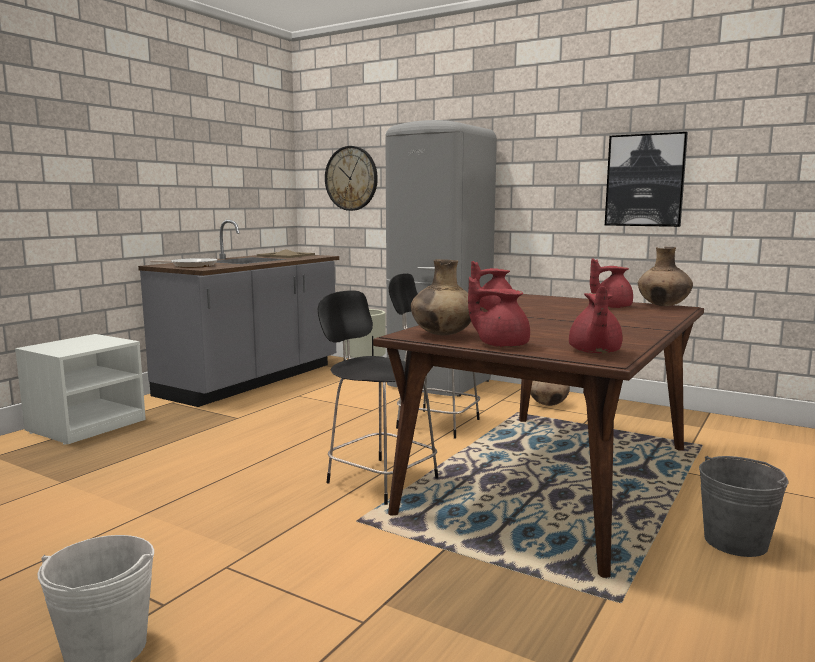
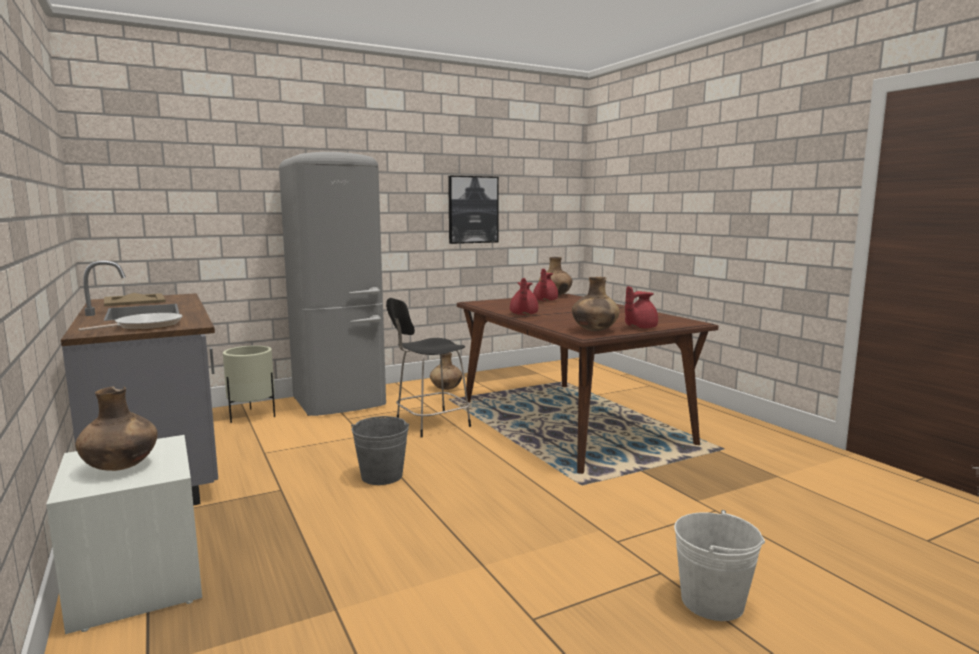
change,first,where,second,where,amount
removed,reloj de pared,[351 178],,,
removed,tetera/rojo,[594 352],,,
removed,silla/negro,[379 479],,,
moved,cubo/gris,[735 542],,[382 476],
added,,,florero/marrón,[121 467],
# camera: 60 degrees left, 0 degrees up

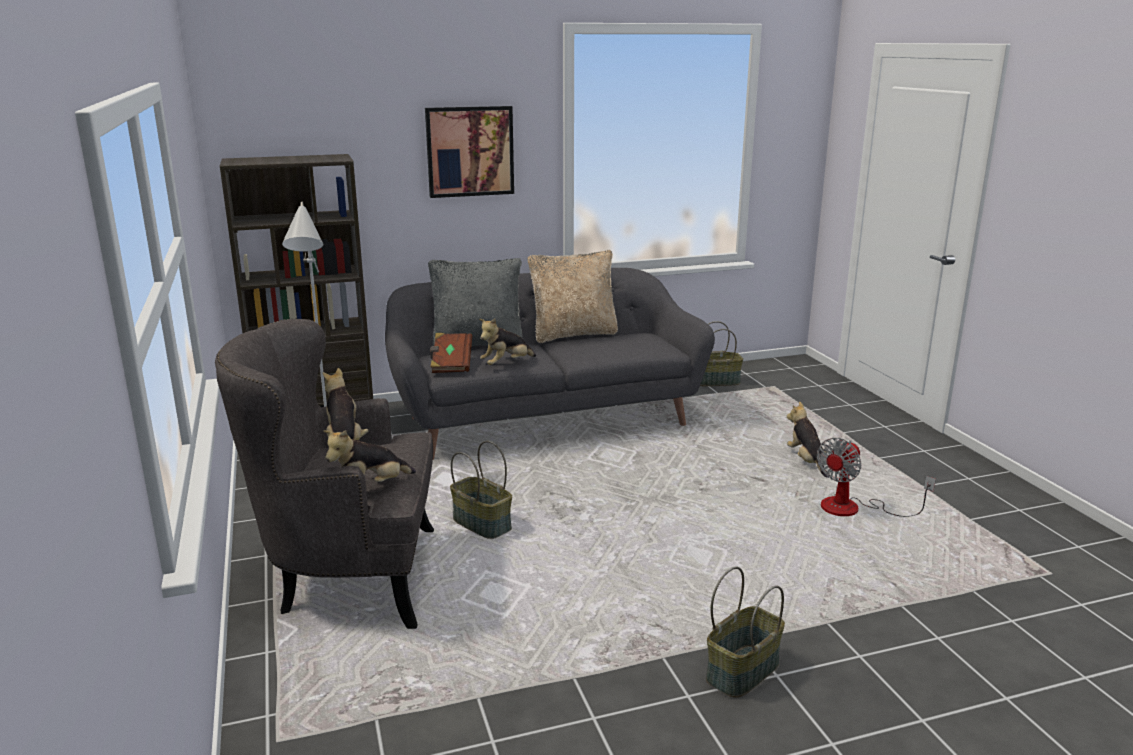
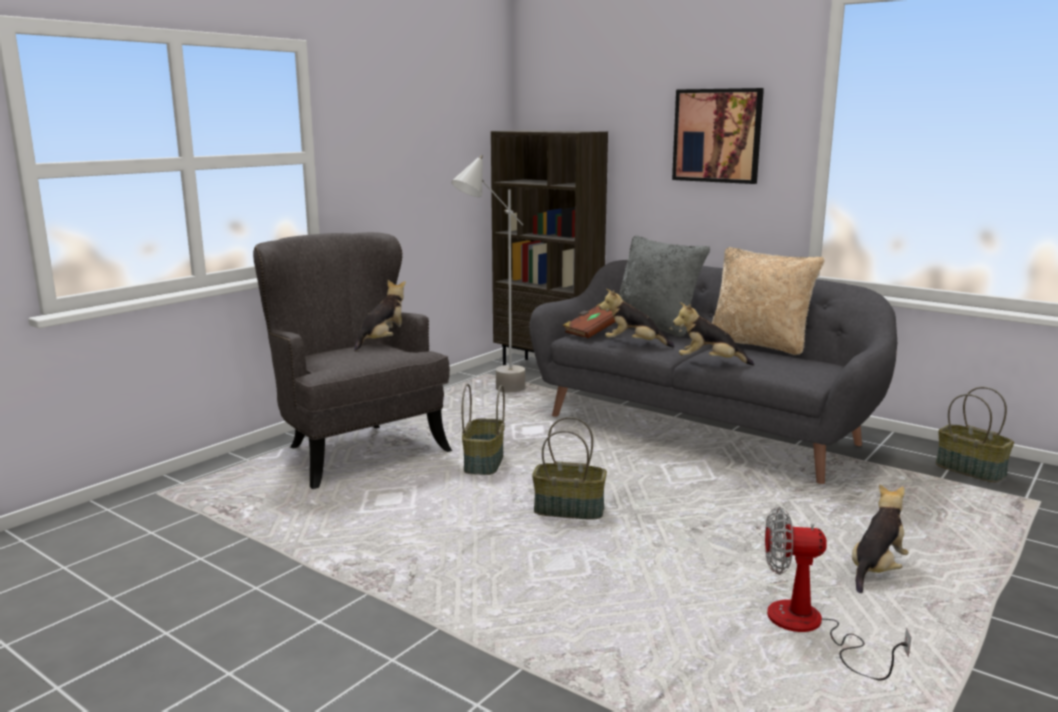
change,first,where,second,where,amount
moved,peluche,[370 489],,[709 362],
moved,cesta,[742 670],,[569 510],
# camera: 55 degrees right, 5 degrees down

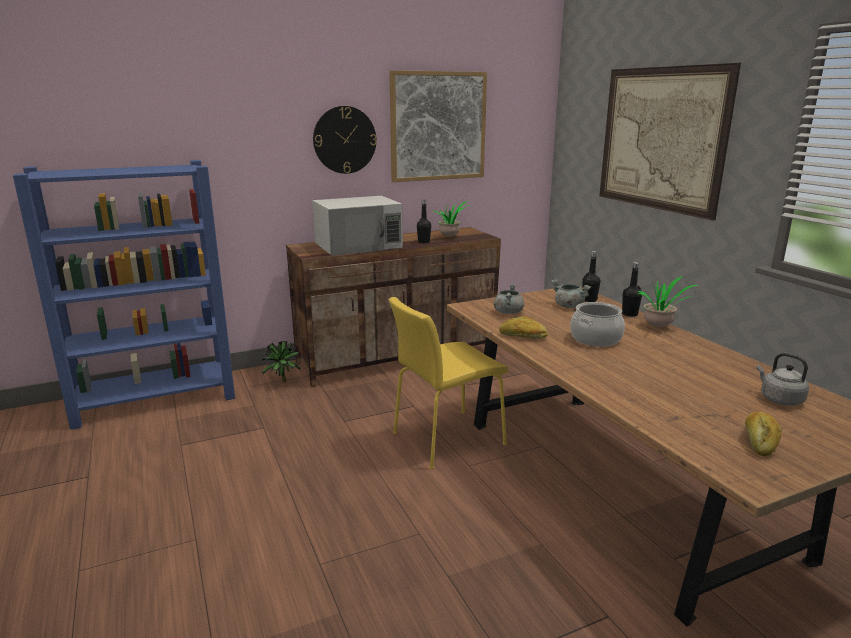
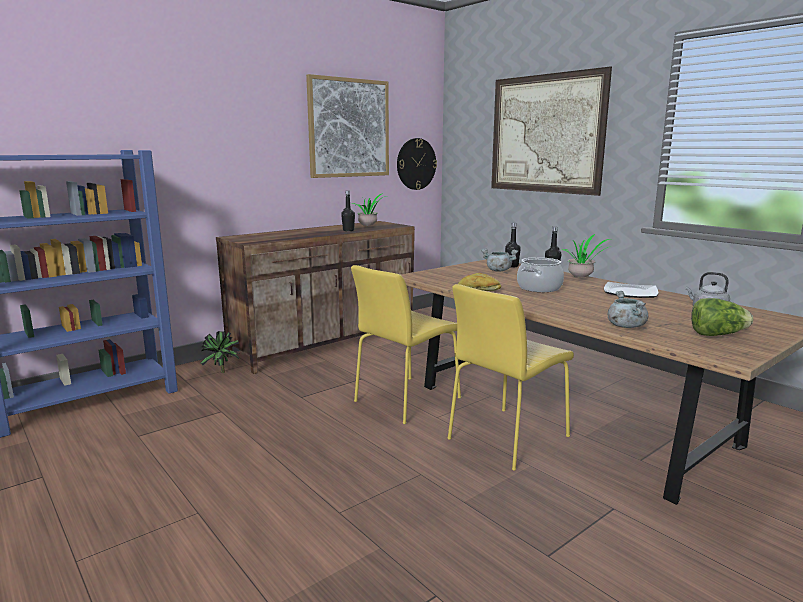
change,first,where,second,where,amount
moved,reloj de pared,[344 140],,[416 164],
removed,microondas/blanco,[359 245],,,
moved,olla/gris,[508 312],,[625 326],
replaced,pan,[760 441],lechuga,[717 335],
added,,,plato,[630 293],
added,,,silla/amarillo,[505 439],
# camera: 15 degrees left, 5 degrees down

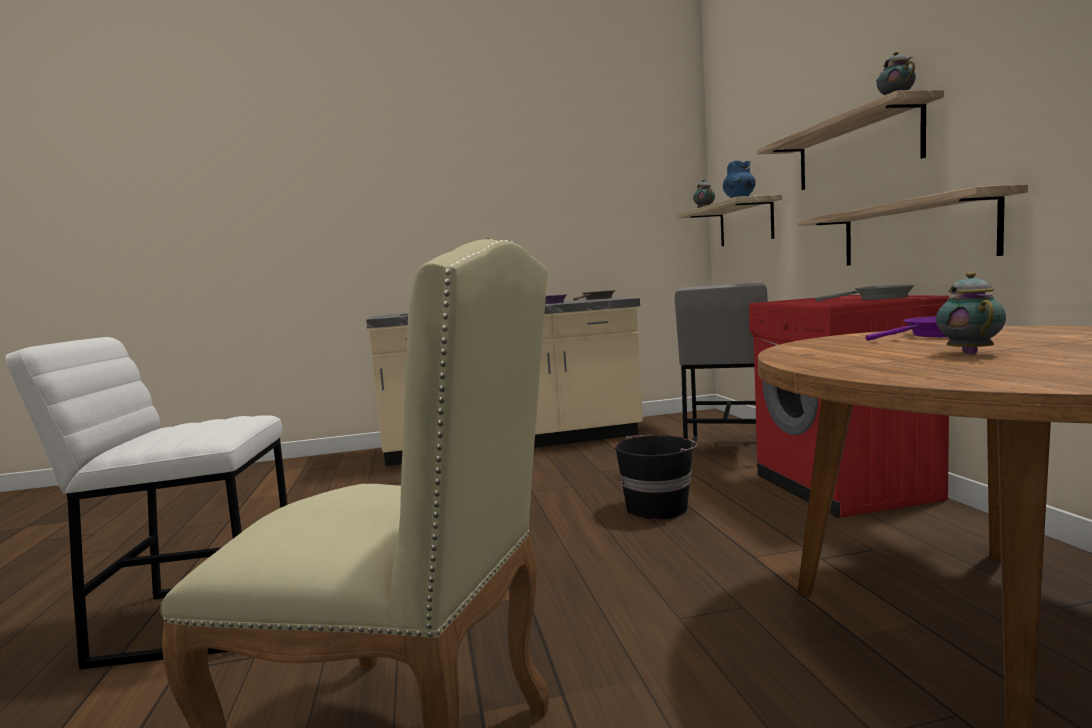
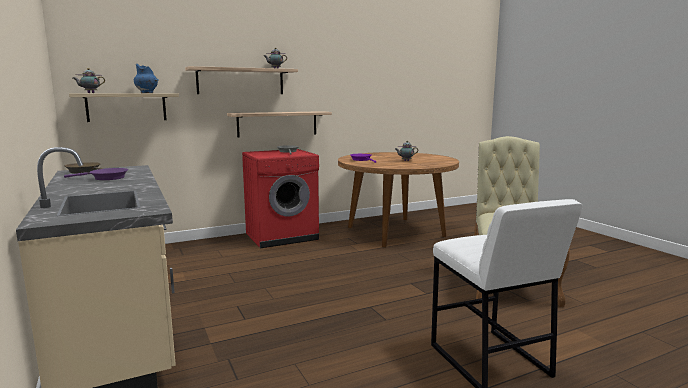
change,first,where,second,where,amount
removed,taburete/gris,[728 451],,,
removed,cubo/negro,[657 507],,,
# camera: 105 degrees left, 5 degrees up

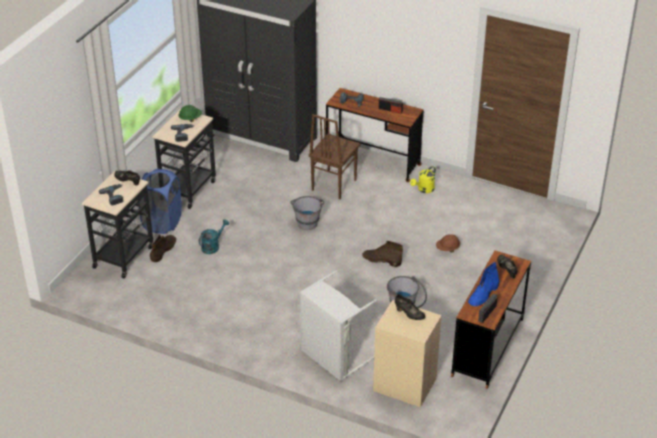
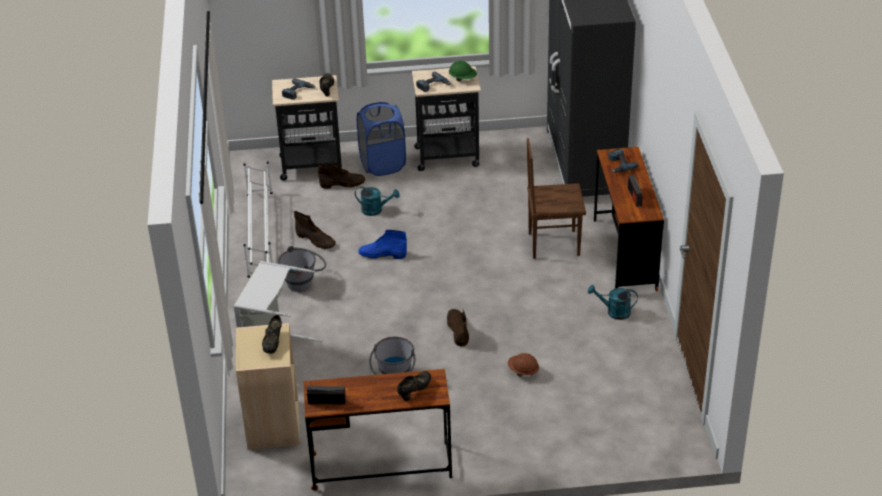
change,first,where,second,where,amount
recoloured,regadera/amarillo,[424 190],regadera/turquesa,[614 312],
moved,cubo/gris,[307 221],,[304 282],
moved,bota/azul,[483 295],,[382 254],
added,,,zapatero/blanco,[260 233],
added,,,bota/marrón,[316 240],
# camera: 60 degrees right, 0 degrees up

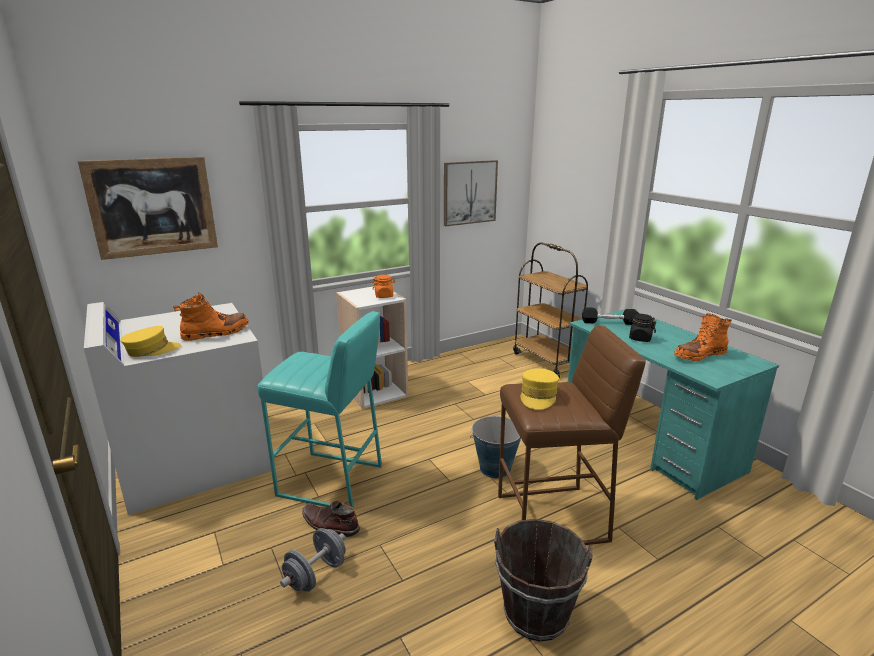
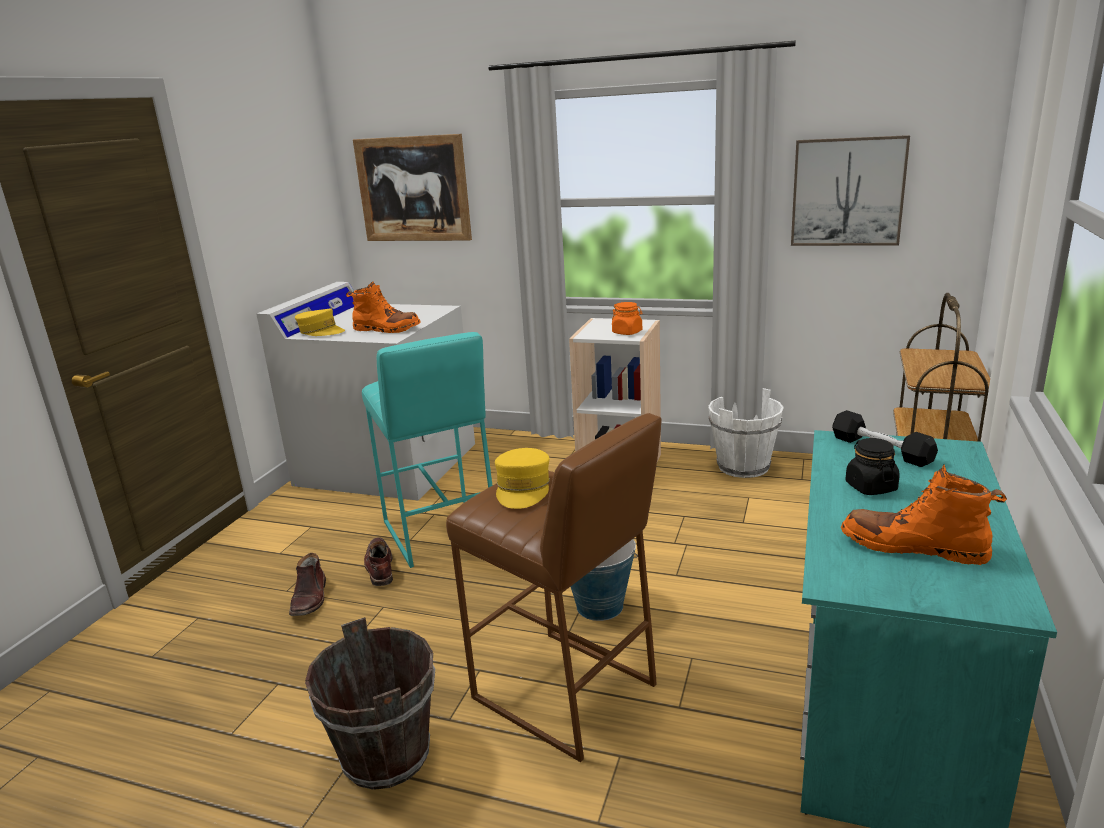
change,first,where,second,where,amount
turned,gorra/amarillo,[538 396],,[523 489],60 degrees counterclockwise
replaced,mancuerna/gris,[316 575],bota/marrón,[310 598],
added,,,cubo/blanco,[743 467],
# camera: 50 degrees right, 0 degrees up

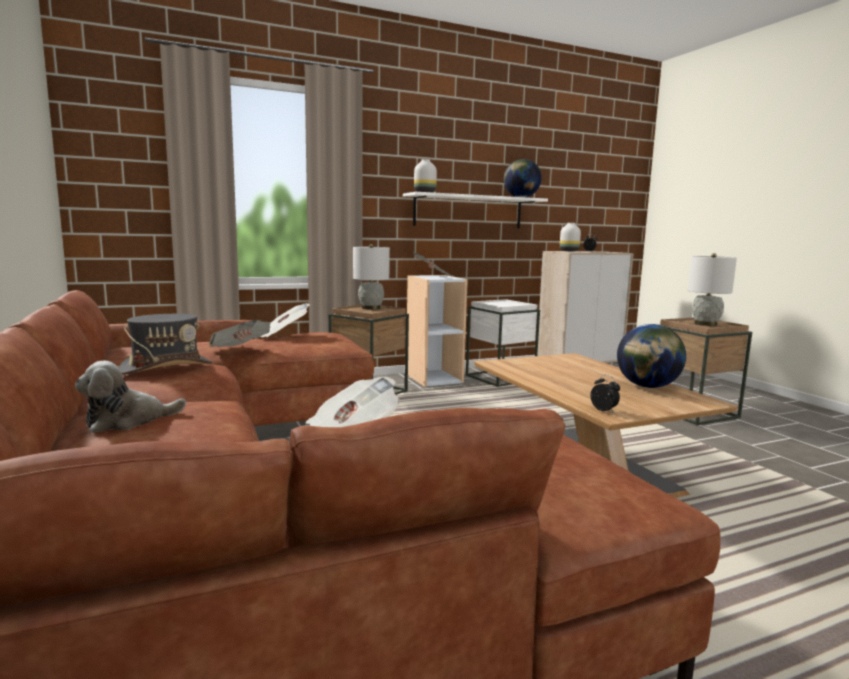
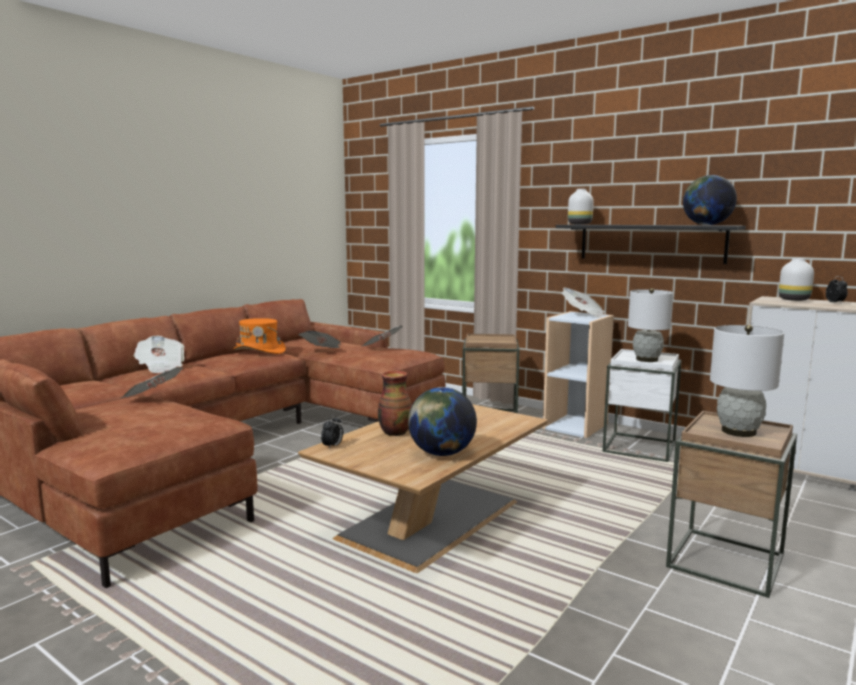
change,first,where,second,where,amount
recoloured,estante/blanco,[468 212],estante/negro,[650 243],
moved,lámpara de mesa/blanco,[370 308],,[646 359],
recoloured,sombrero/gris,[166 367],sombrero/naranja,[260 351],
replaced,peluche,[128 421],periódico,[160 367],
added,,,florero,[394 432],
# camera: 60 degrees right, 0 degrees up

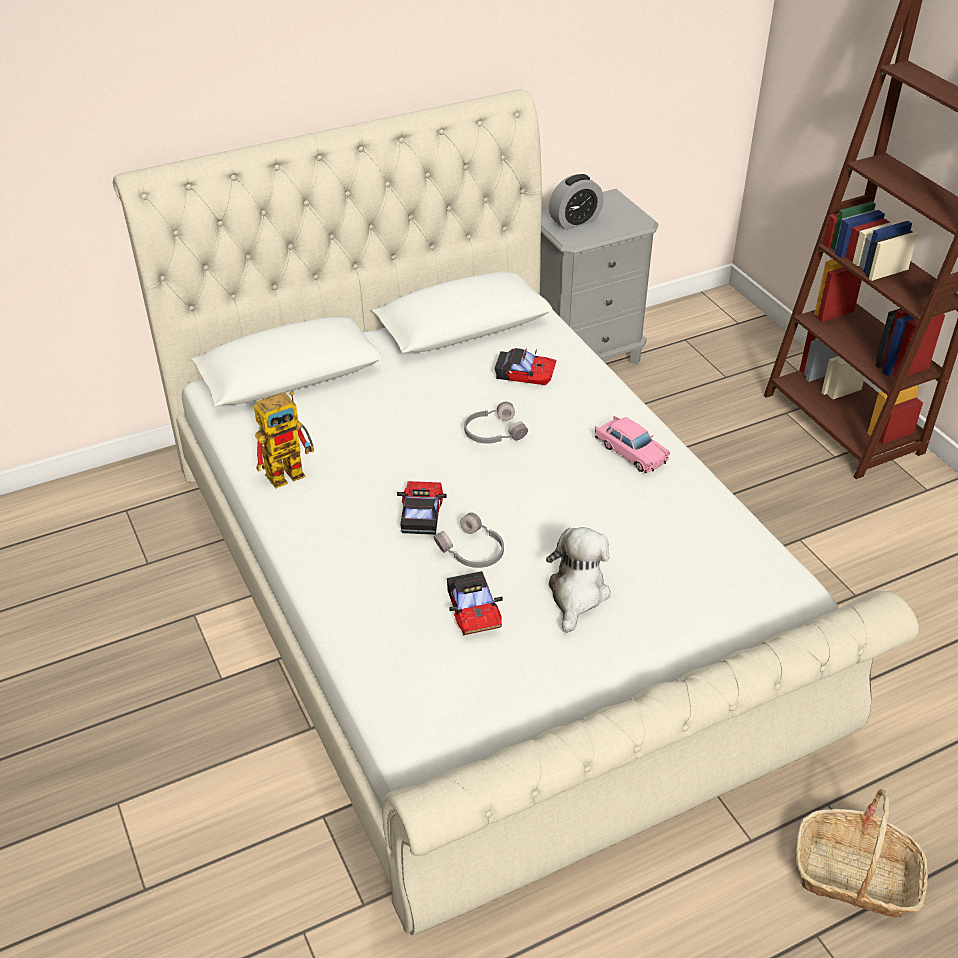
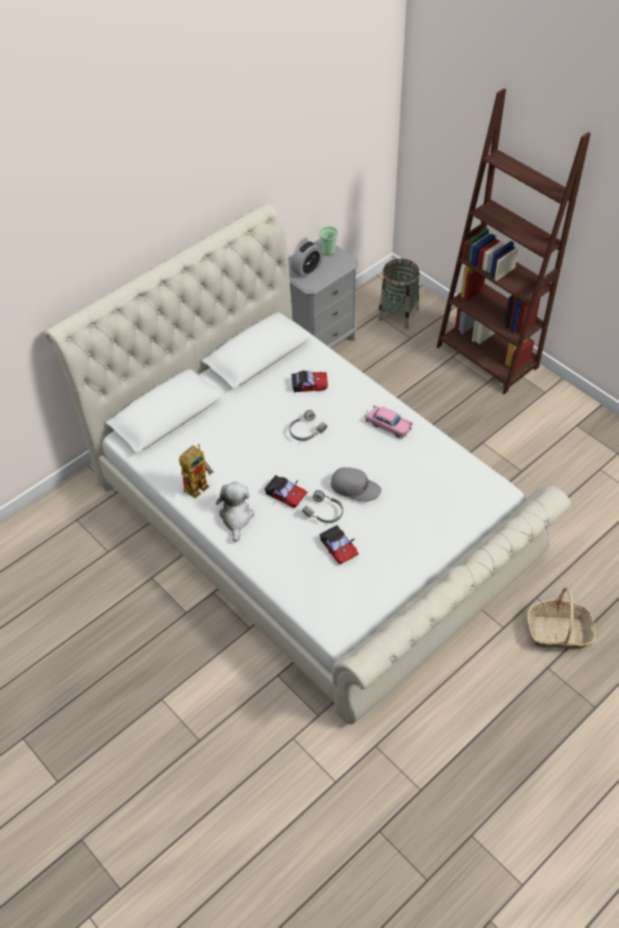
change,first,where,second,where,amount
turned,coche de juguete,[421 512],,[286 494],135 degrees clockwise
moved,peluche,[577 594],,[236 517],
added,,,taza,[328 251],
added,,,cesta,[398 314],
added,,,gorra/gris,[355 488],
# camera: 15 degrees left, 10 degrees up

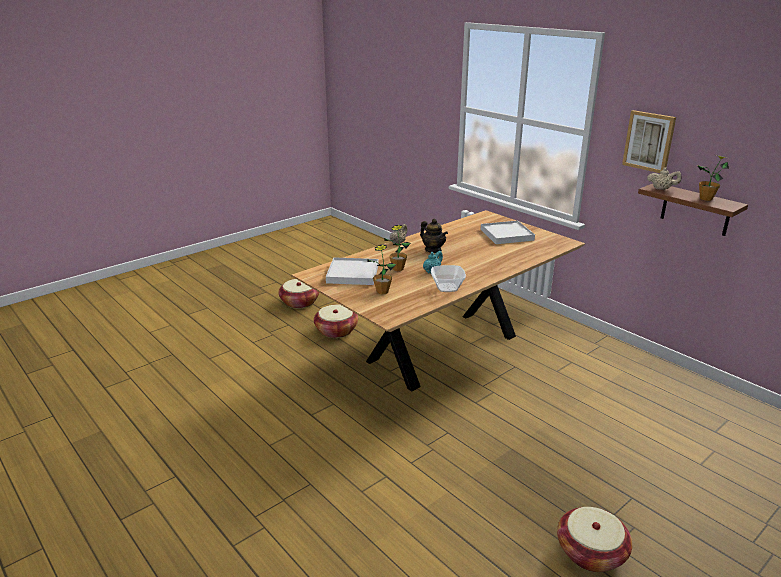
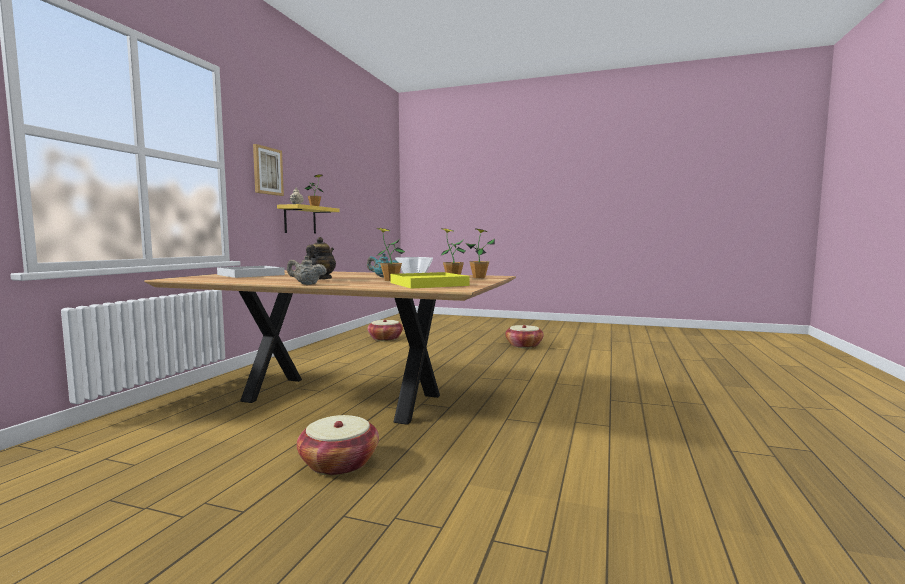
change,first,where,second,where,amount
recoloured,estante/marrón,[695 209],estante/amarillo,[300 220],
recoloured,bandeja/blanco,[352 274],bandeja/amarillo,[429 284],
moved,cesta,[299 302],,[385 339],
added,,,planta en maceta,[479 277],
# camera: 120 degrees left, 20 degrees down

